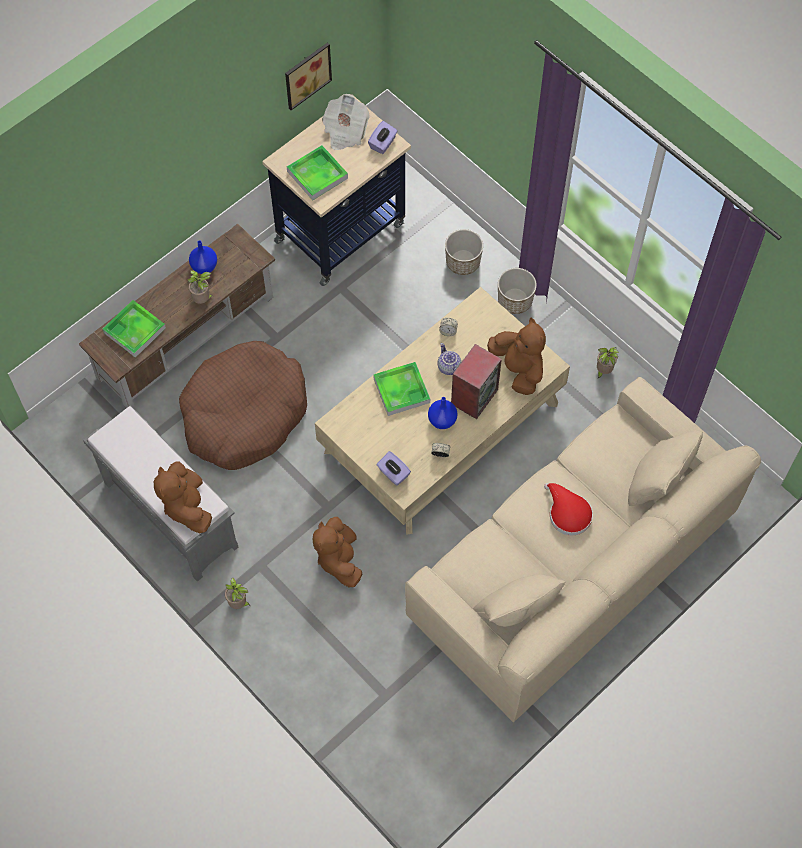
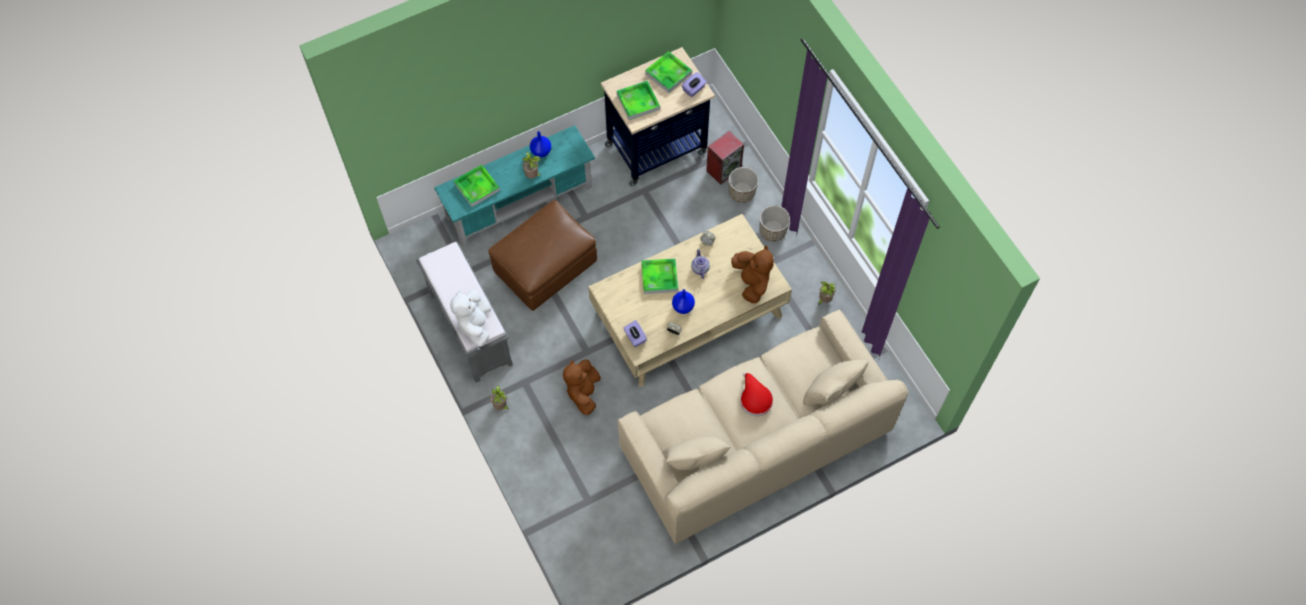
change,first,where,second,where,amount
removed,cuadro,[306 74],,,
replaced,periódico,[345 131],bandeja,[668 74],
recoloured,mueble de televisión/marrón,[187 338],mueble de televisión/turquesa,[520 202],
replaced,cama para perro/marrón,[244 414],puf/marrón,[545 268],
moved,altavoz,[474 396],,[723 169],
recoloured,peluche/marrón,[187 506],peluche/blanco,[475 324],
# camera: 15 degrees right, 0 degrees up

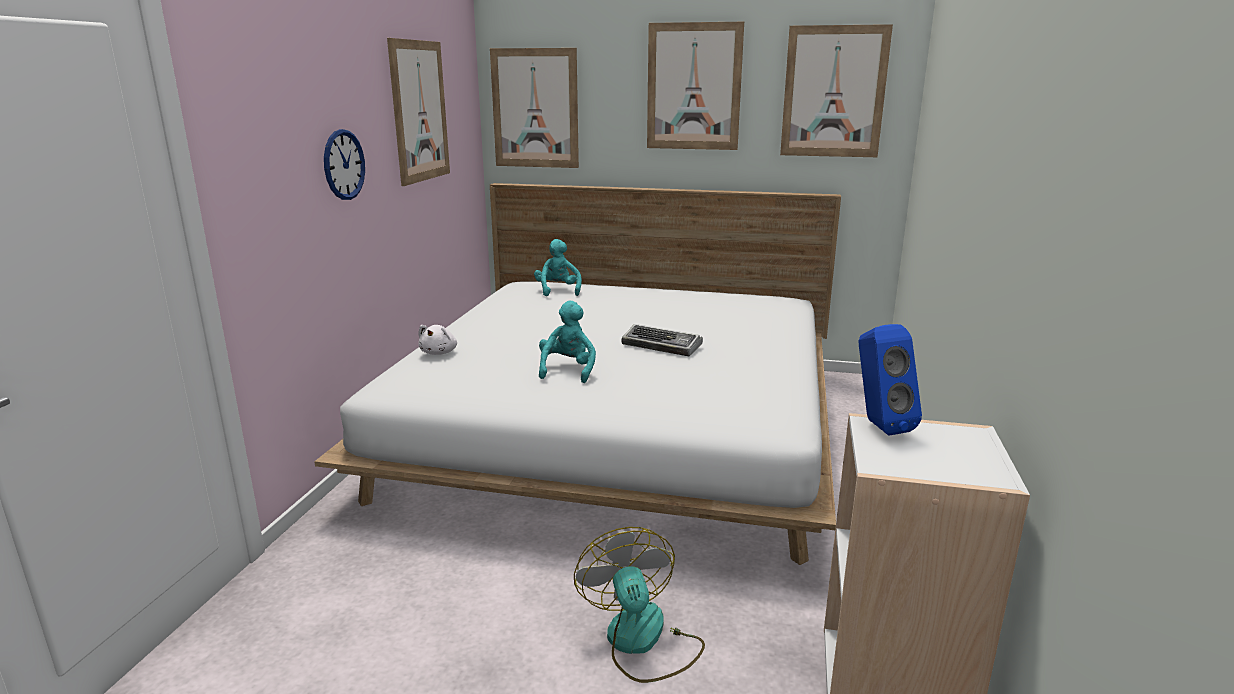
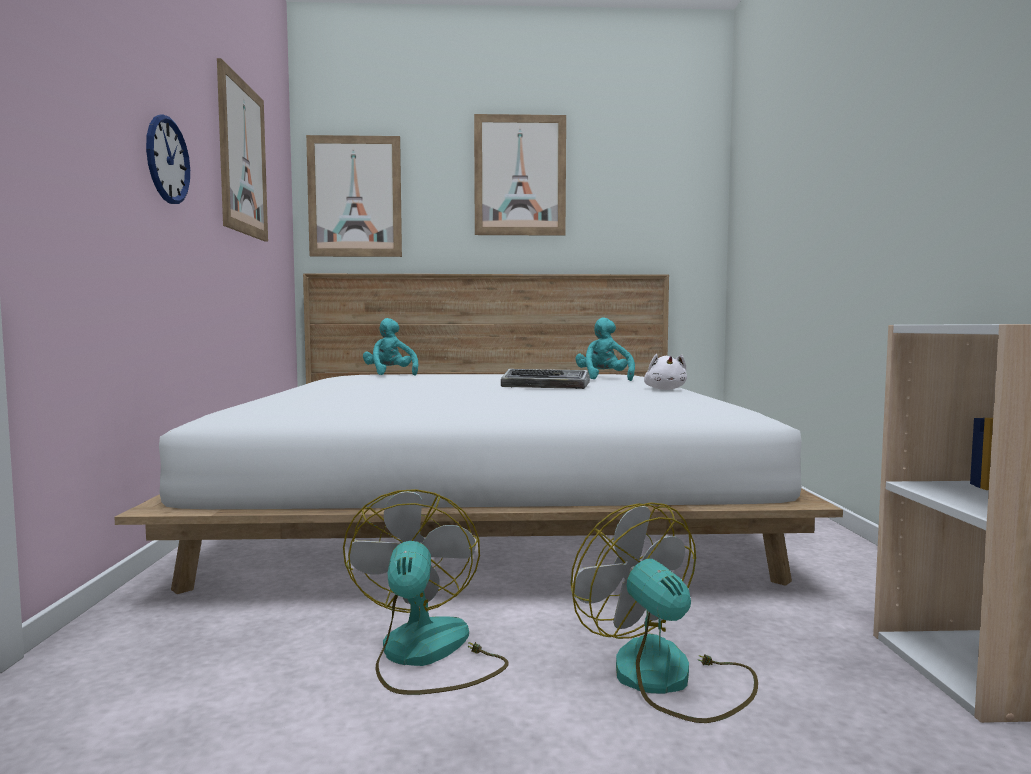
change,first,where,second,where,amount
removed,cuadro,[834 92],,,
moved,peluche/turquesa,[568 370],,[604 379],
removed,altavoz/azul,[878 425],,,
moved,peluche/blanco,[439 352],,[665 389],
added,,,ventilador,[426 655],
# camera: 15 degrees left, 15 degrees down

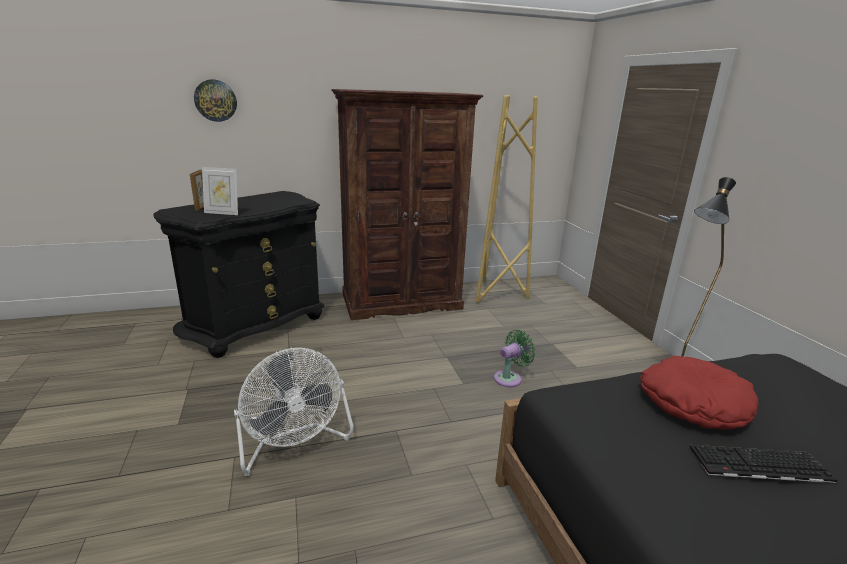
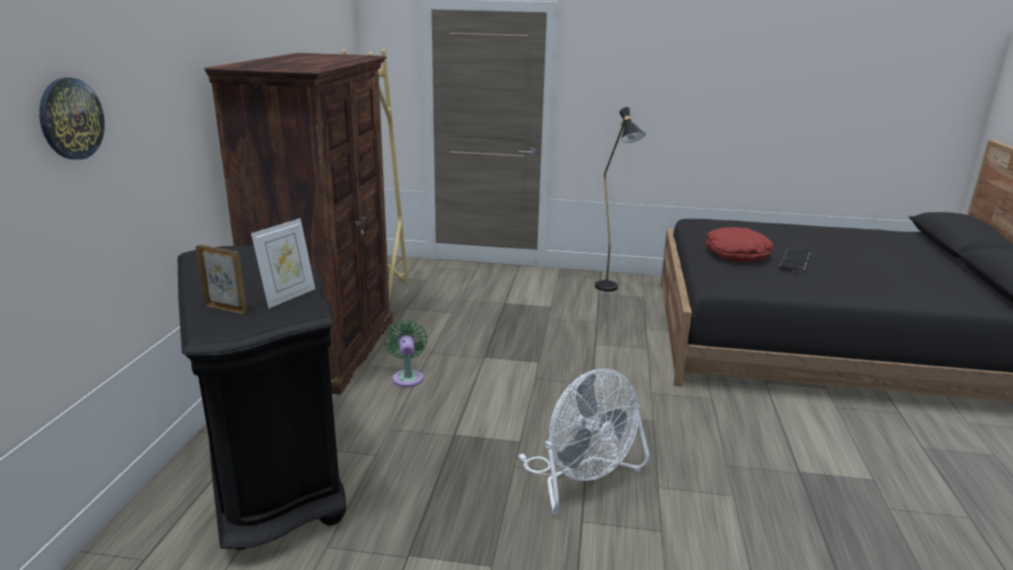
change,first,where,second,where,amount
moved,ventilador/verde,[510 378],,[407 377],
turned,ventilador/blanco,[289 444],,[579 480],60 degrees clockwise
# camera: 65 degrees left, 0 degrees up

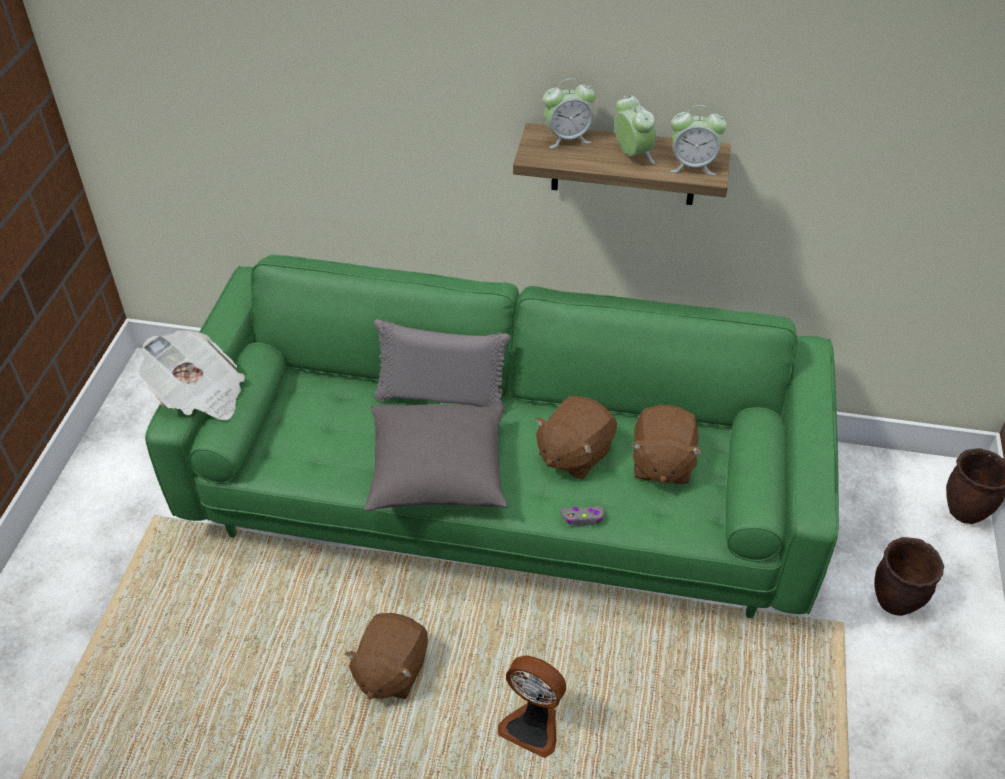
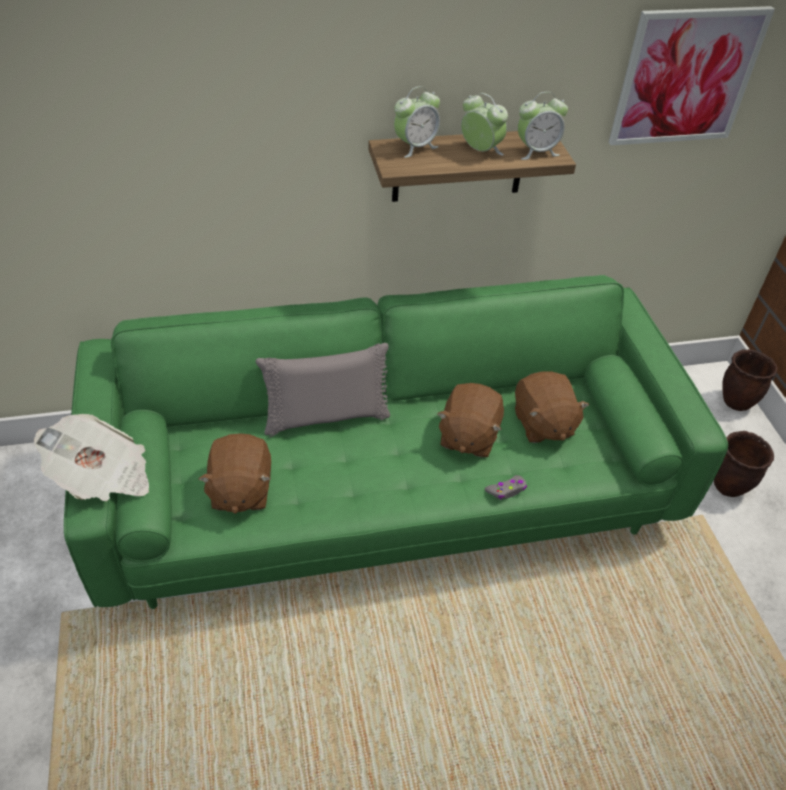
change,first,where,second,where,amount
removed,cojín/gris,[437 475],,,
moved,peluche/marrón,[390 670],,[240 490],
removed,ventilador,[533 726],,,
added,,,cuadro,[686 77],
# camera: 25 degrees left, 0 degrees up

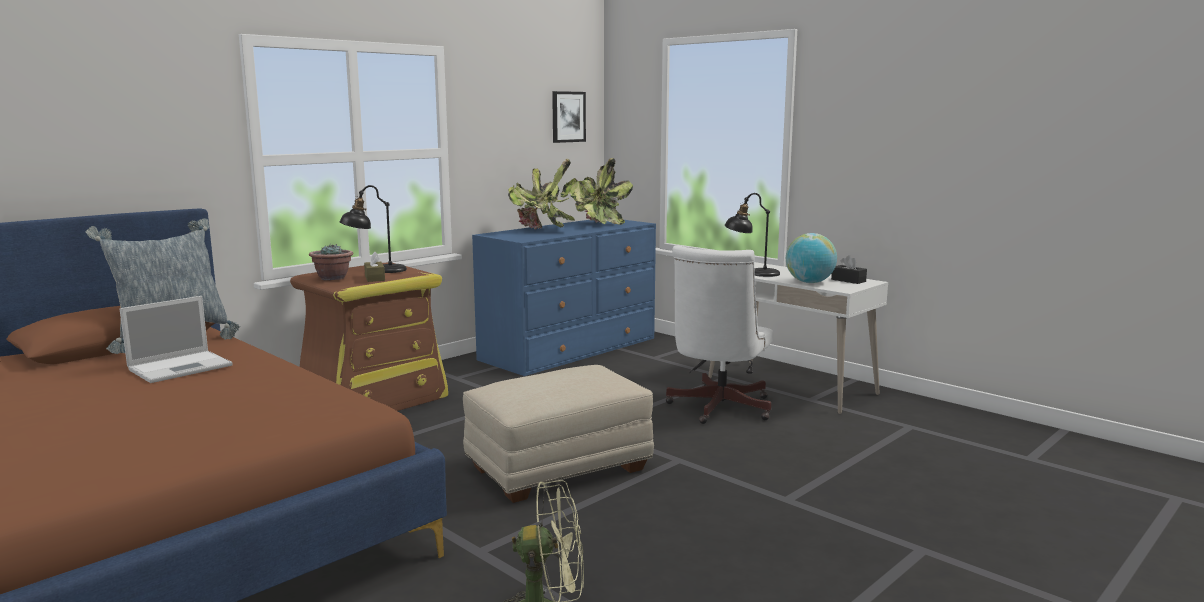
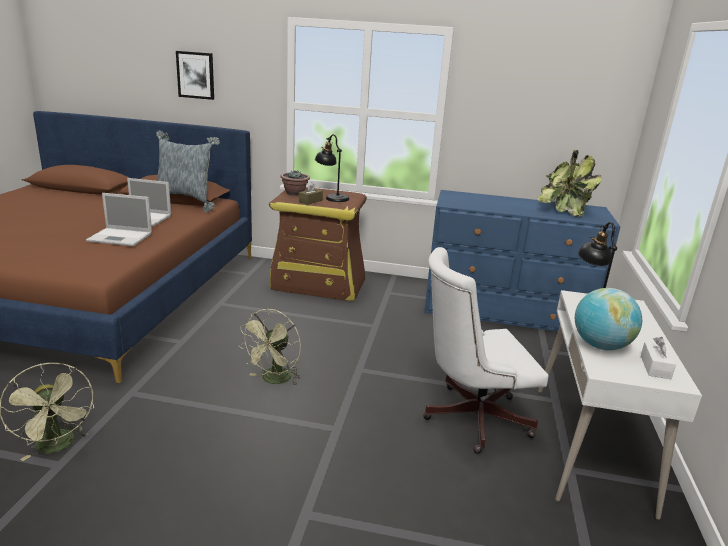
change,first,where,second,where,amount
moved,cuadro,[568 117],,[195 75],
removed,planta en maceta,[541 230],,,
recoloured,caja de pañuelos/negro,[848 280],caja de pañuelos/blanco,[655 367],
replaced,puf/beis,[559 468],ventilador/verde,[274 380],
added,,,portátil,[121 237],
# camera: 55 degrees right, 10 degrees up

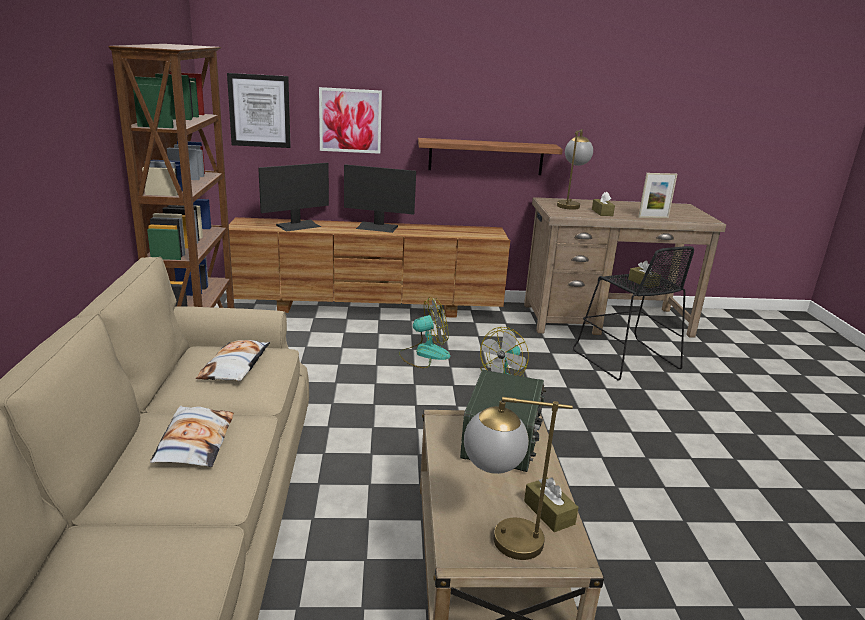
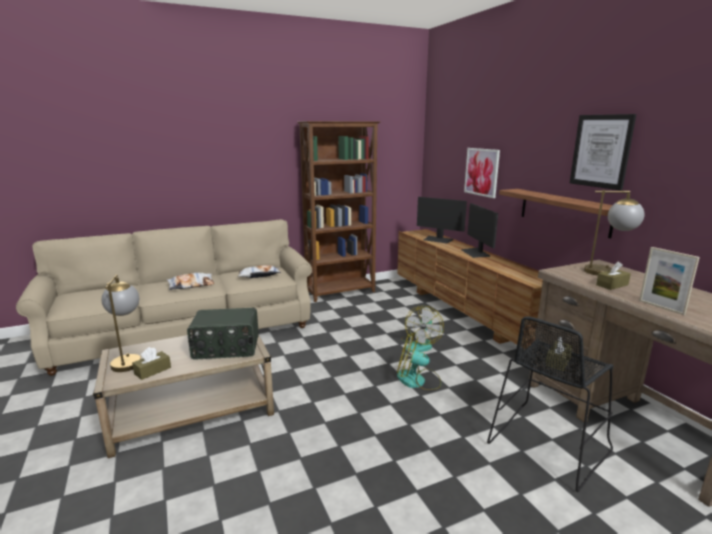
change,first,where,second,where,amount
moved,cuadro,[259 111],,[601 151],
turned,ventilador,[424 354],,[420 344],60 degrees clockwise
# camera: 70 degrees right, 5 degrees down

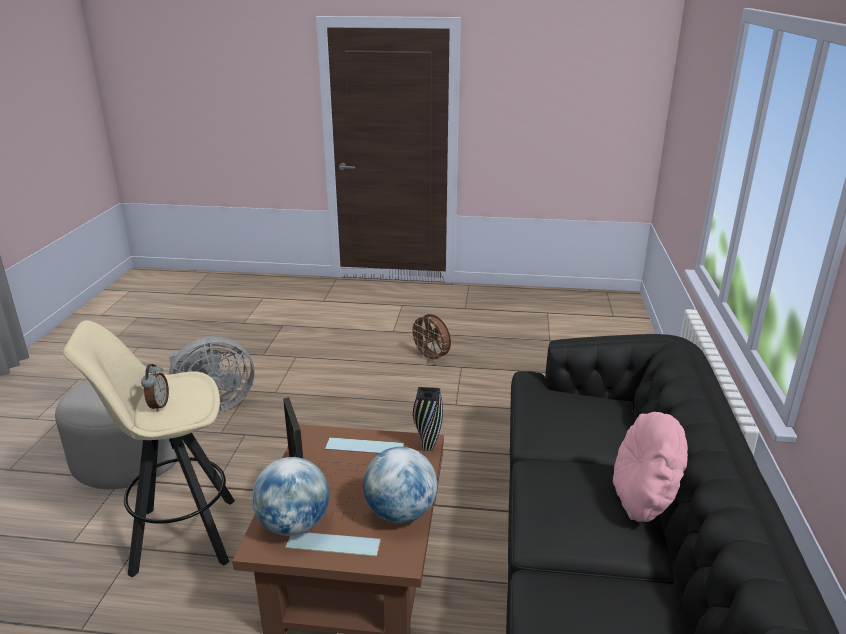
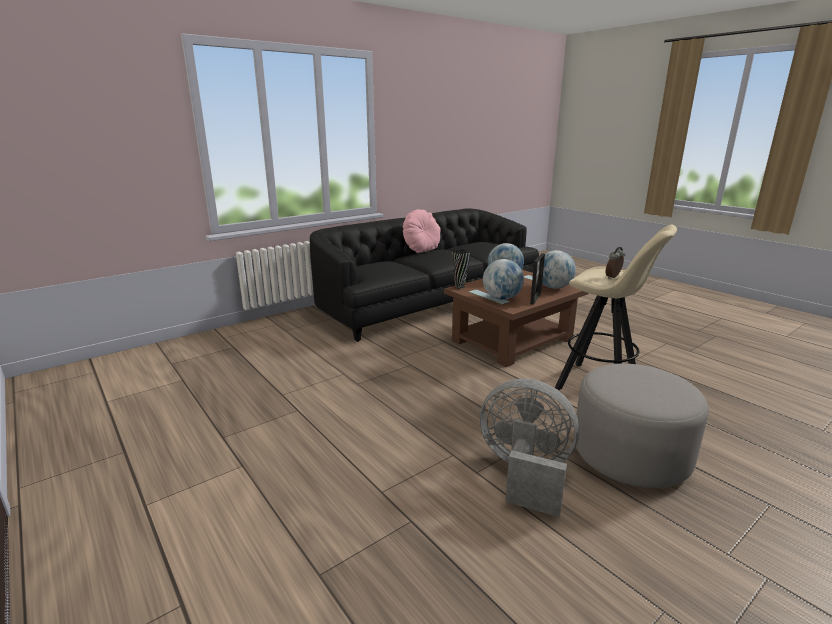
change,first,where,second,where,amount
removed,ventilador/marrón,[431 358],,,
added,,,globo terráqueo,[501 298],
# camera: 135 degrees left, 5 degrees down

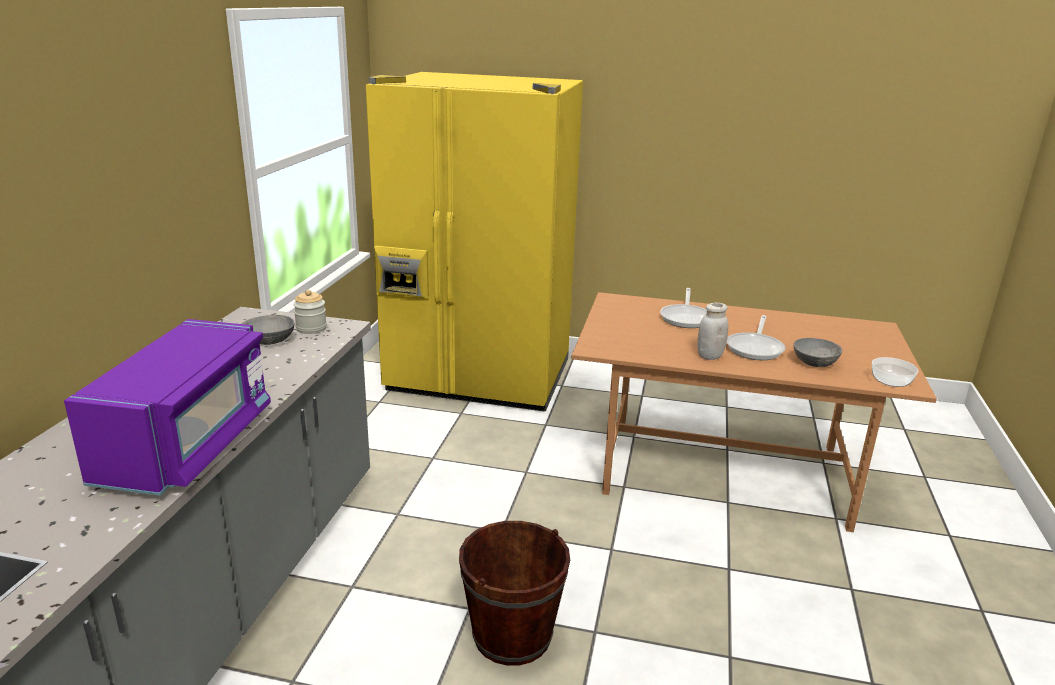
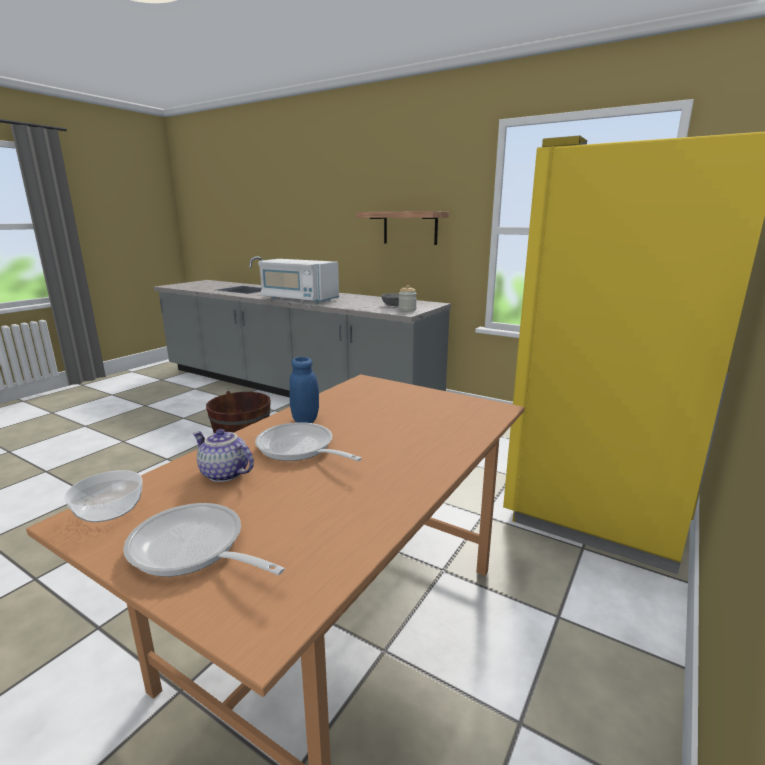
change,first,where,second,where,amount
moved,sartén,[686 318],,[193 550],
recoloured,tarro/blanco,[709 356],tarro/azul,[305 419],
recoloured,microondas/morado,[188 444],microondas/blanco,[298 299],
replaced,cuenco/gris,[815 362],tetera,[223 474],
added,,,estante,[410 228],
# camera: 110 degrees right, 5 degrees down

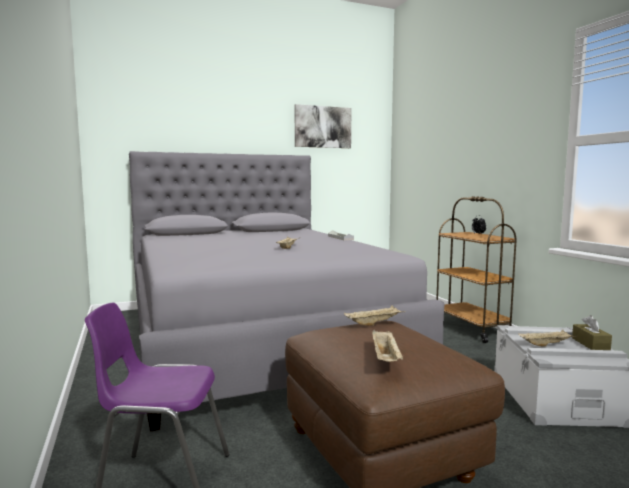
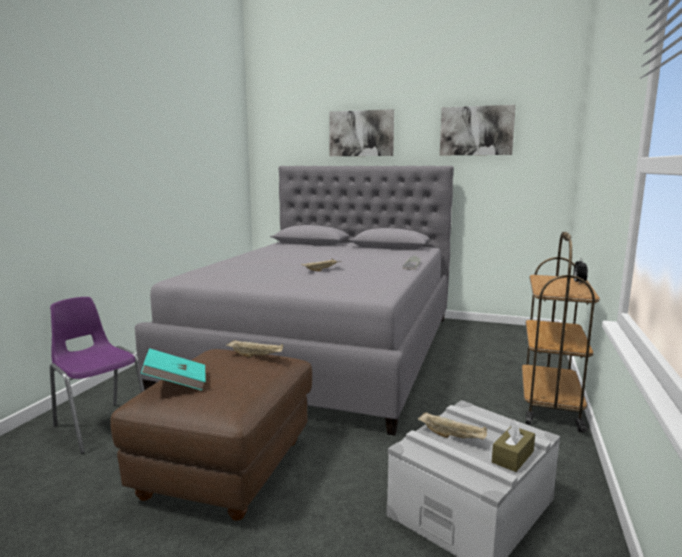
change,first,where,second,where,amount
replaced,bandeja/beis,[386 359],libro/turquesa,[176 383],
added,,,cuadro,[361 133],
# camera: 40 degrees right, 5 degrees up

